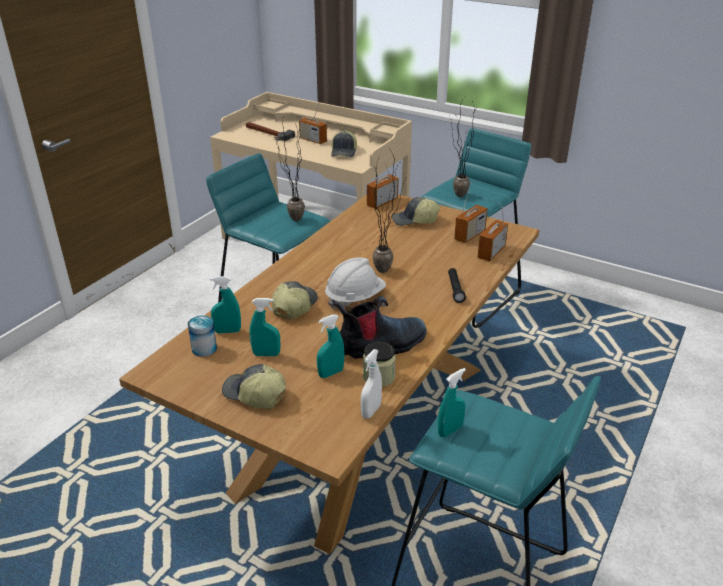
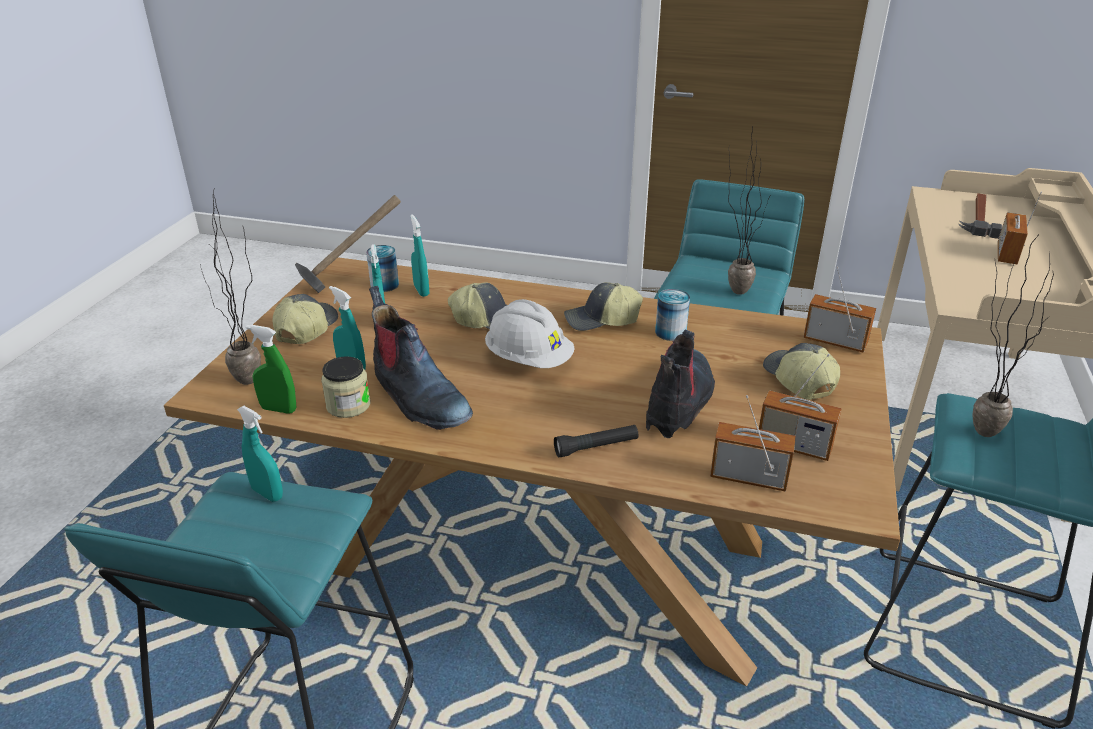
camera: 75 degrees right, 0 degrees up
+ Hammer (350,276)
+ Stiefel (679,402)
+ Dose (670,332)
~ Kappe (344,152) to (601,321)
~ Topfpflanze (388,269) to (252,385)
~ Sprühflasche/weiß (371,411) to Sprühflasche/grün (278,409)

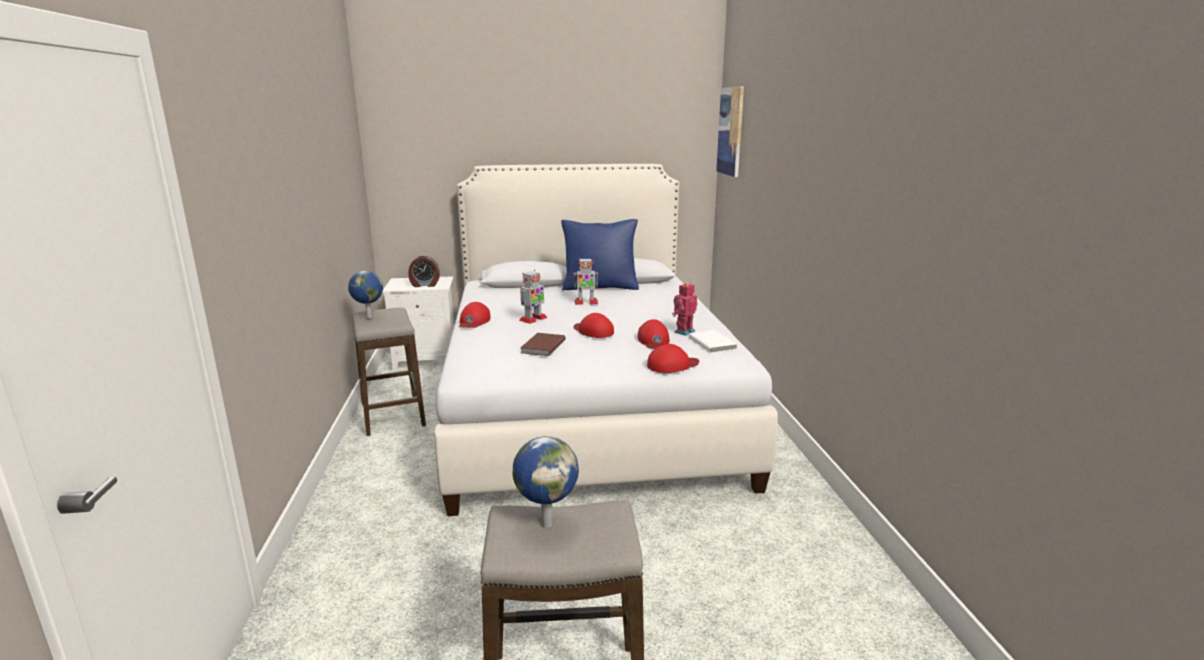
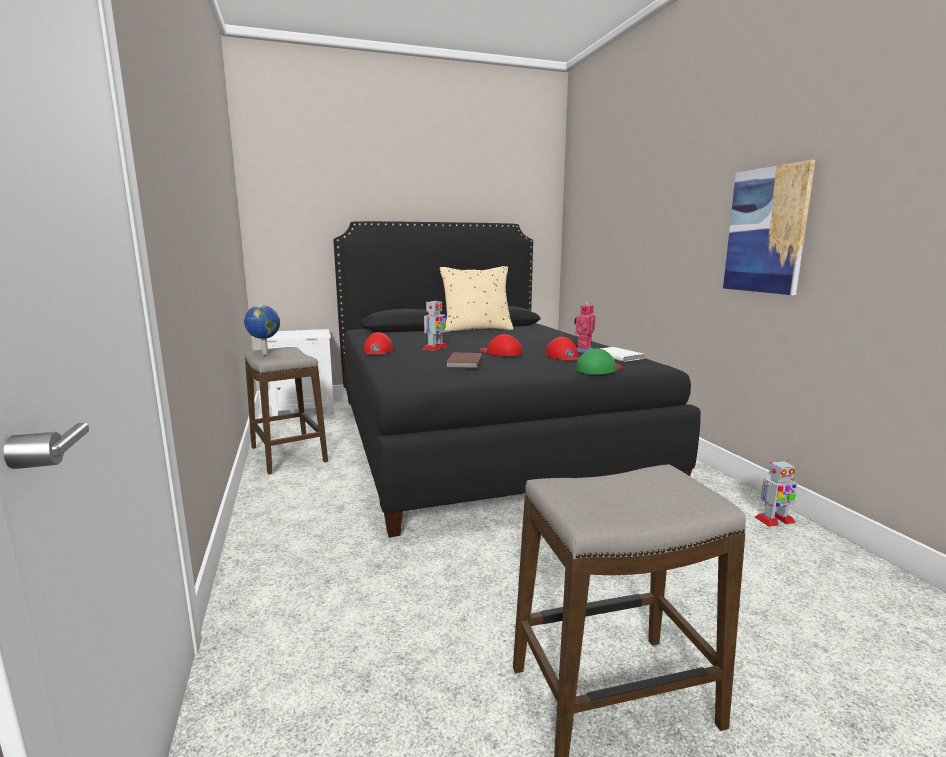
camera: 10 degrees left, 5 degrees down
- Wecker (425,285)
- Globus (547,523)
~ Spielzeugroboter (586,302) to (774,520)
~ Bild (731,131) to (766,230)
~ Bett/weiß (586,406) to Bett/schwarz (478,436)
~ Kissen/blau (600,287) to Kissen/beige (476,329)
~ Kappe/rot (672,365) to Kappe/grün (599,369)

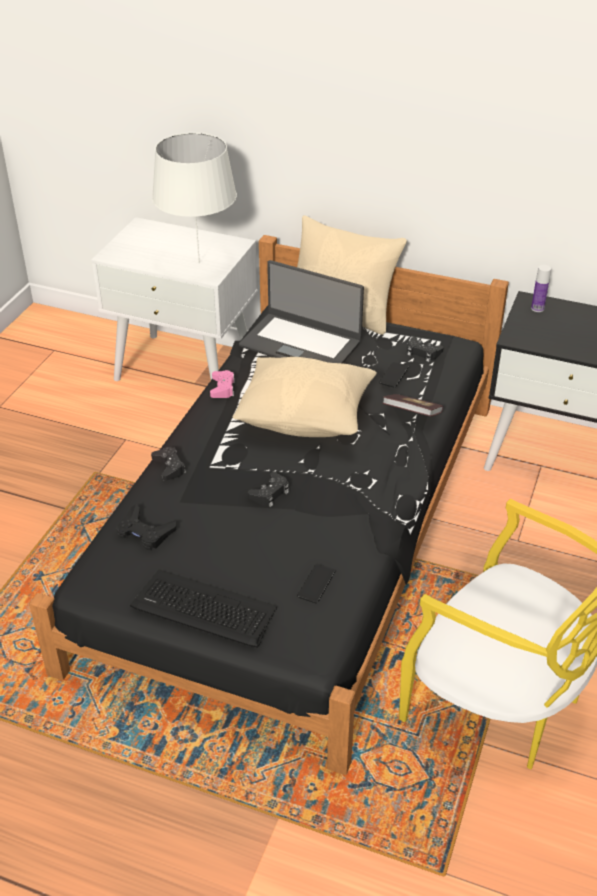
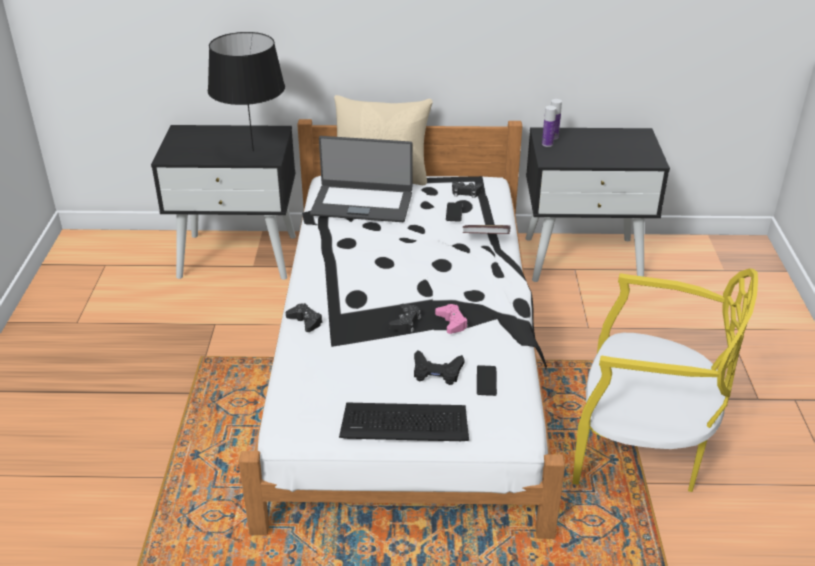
camera: 20 degrees left, 5 degrees down
- Kissen/beige (305,420)
+ Flasche (547,144)
~ Gamepad/schwarz (145,532) to (437,372)
~ Gamepad/rosa (222,388) to (452,322)
~ Bett/schwarz (298,525) to Bett/weiß (406,357)
~ Nachttisch/weiß (185,368) to Nachttisch/schwarz (238,256)
~ Tischlampe/weiß (199,263) to Tischlampe/schwarz (253,150)

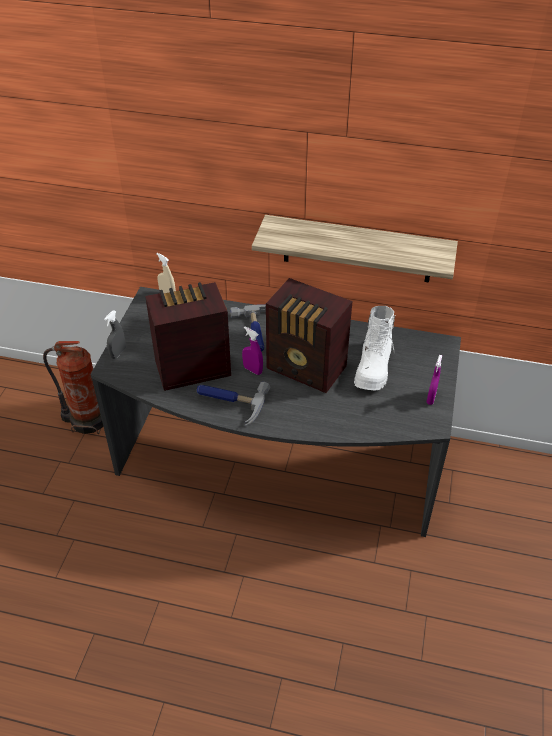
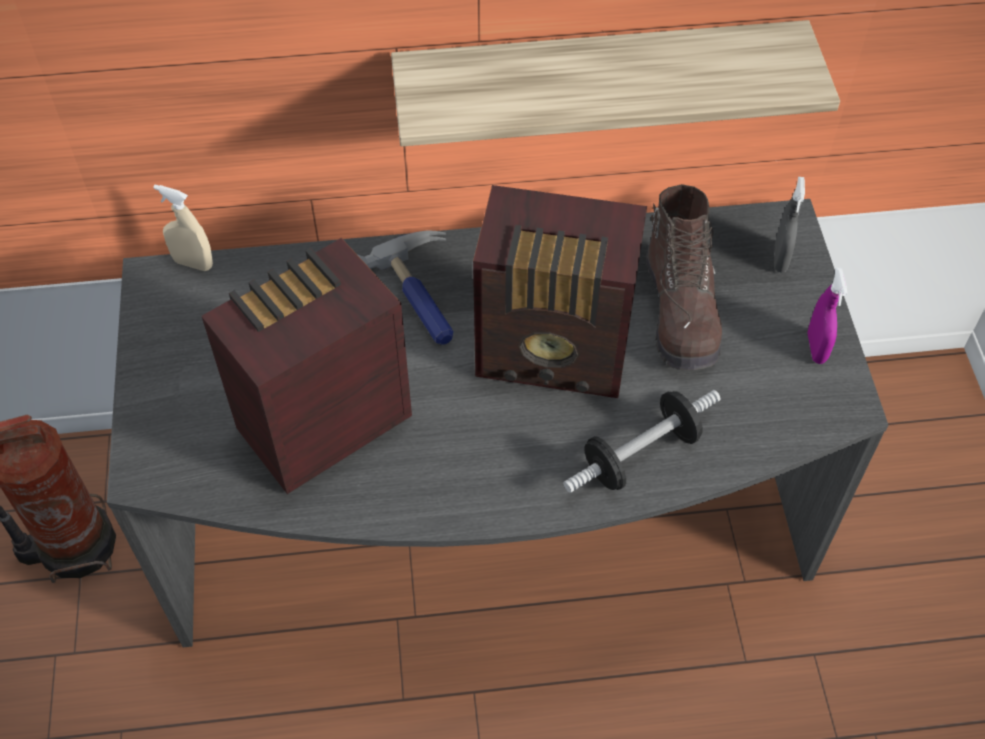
camera: 20 degrees left, 10 degrees up
- Hammer (229,402)
- Sprühflasche/lila (252,370)
+ Hantel (640,455)
~ Sprühflasche/grau (118,353) to (780,258)
~ Stiefel/weiß (374,367) to Stiefel/braun (681,312)

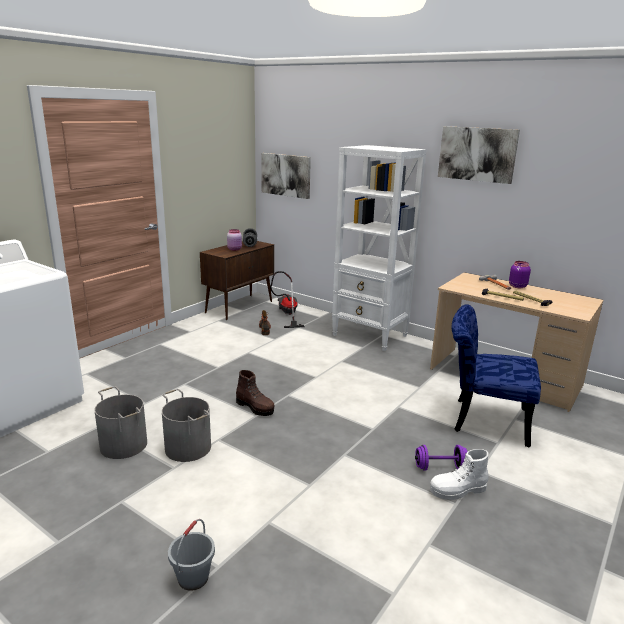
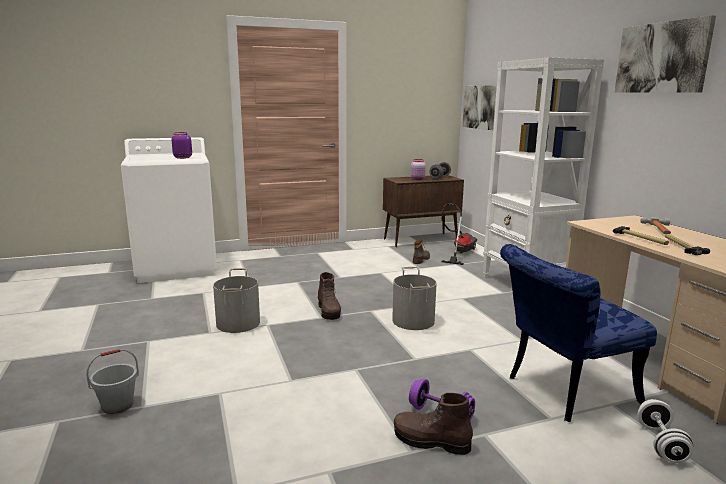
camera: 35 degrees right, 5 degrees down
+ Hantel/weiß (661,444)
~ Eimer/grau (124,444) to (414,320)
~ Vorratsglas/lila (517,286) to (182,157)
~ Stiefel/weiß (458,490) to Stiefel/braun (431,441)
~ Stuhl/blau (482,419) = (562,391) 75 degrees counterclockwise

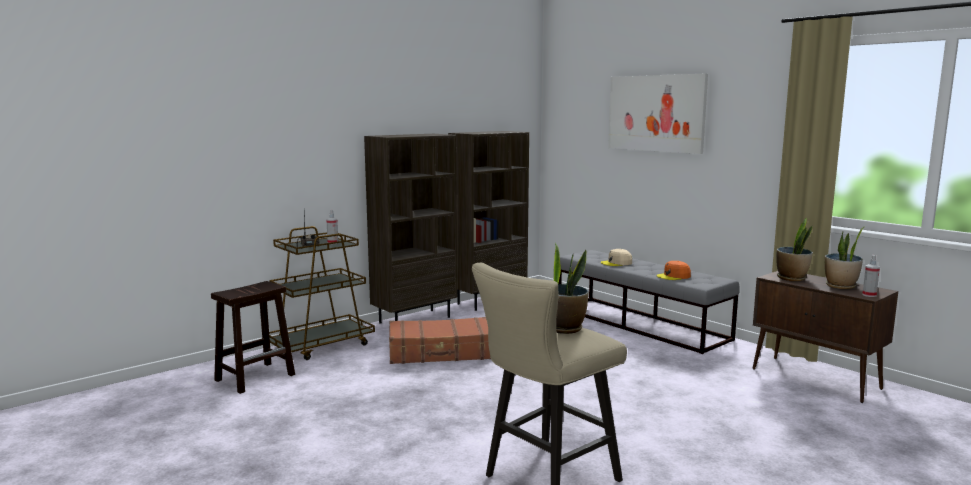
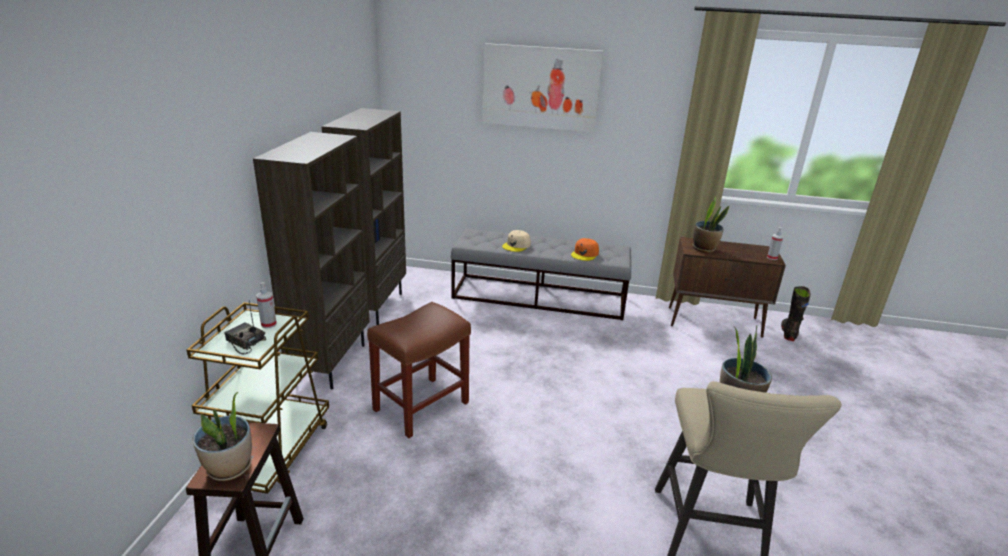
camera: 40 degrees left, 15 degrees up
+ Stiefel/schwarz (788,333)
~ Topfpflanze (840,286) to (229,468)
~ Koffer/braun (440,352) to Hocker/braun (422,405)

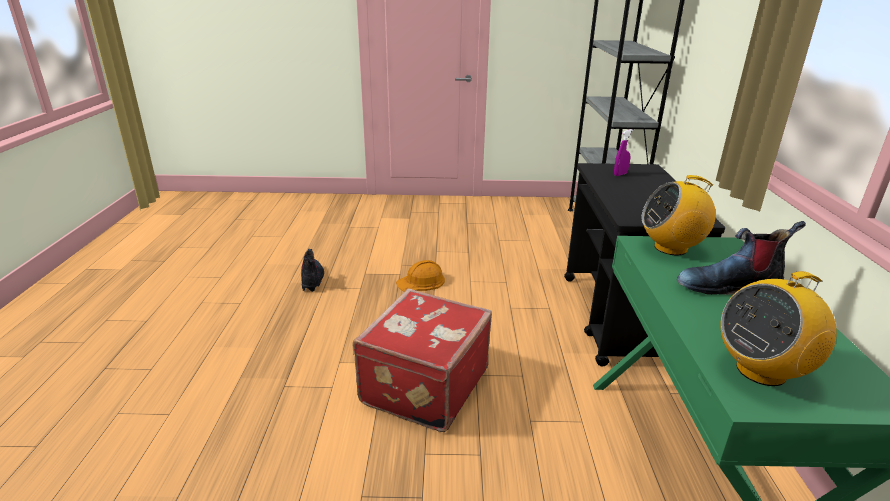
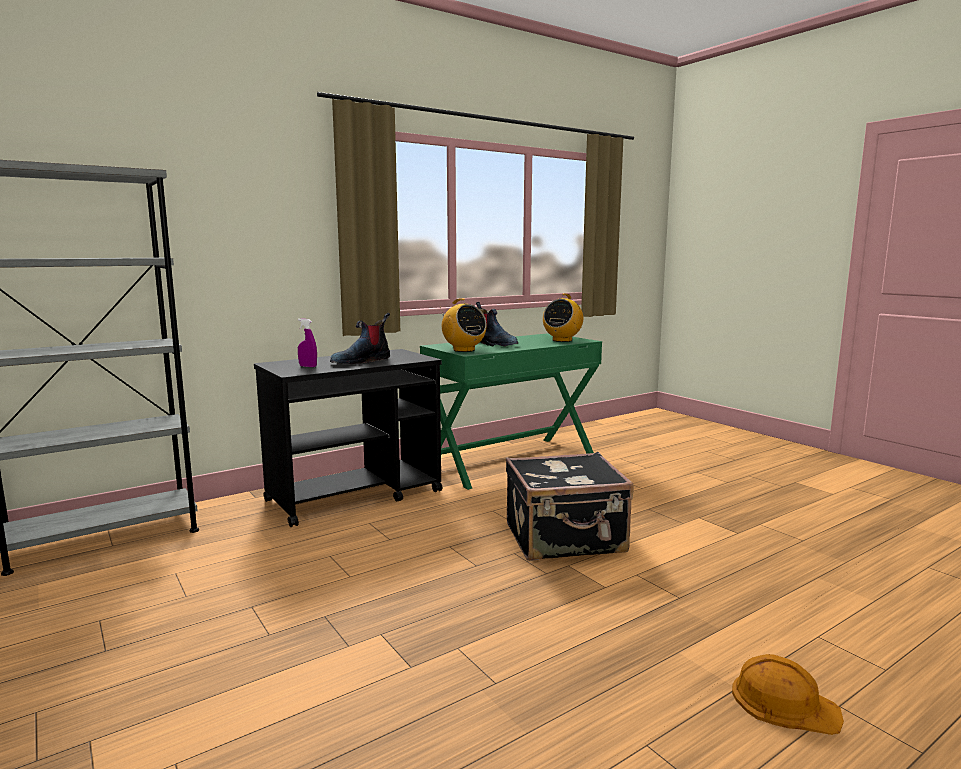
camera: 125 degrees left, 15 degrees down
~ Stiefel (312,279) to (361,361)
~ Schutzhelm/orange (421,282) to (784,702)
~ Koffer/rot (422,385) to Koffer/schwarz (565,539)
~ Radio (761,370) = (562,340) 90 degrees clockwise

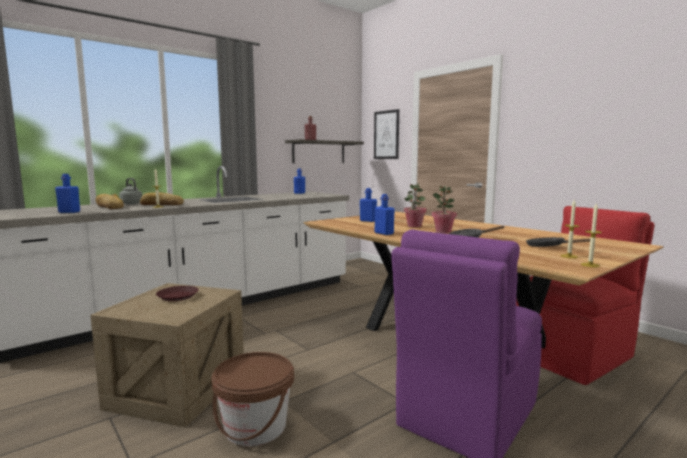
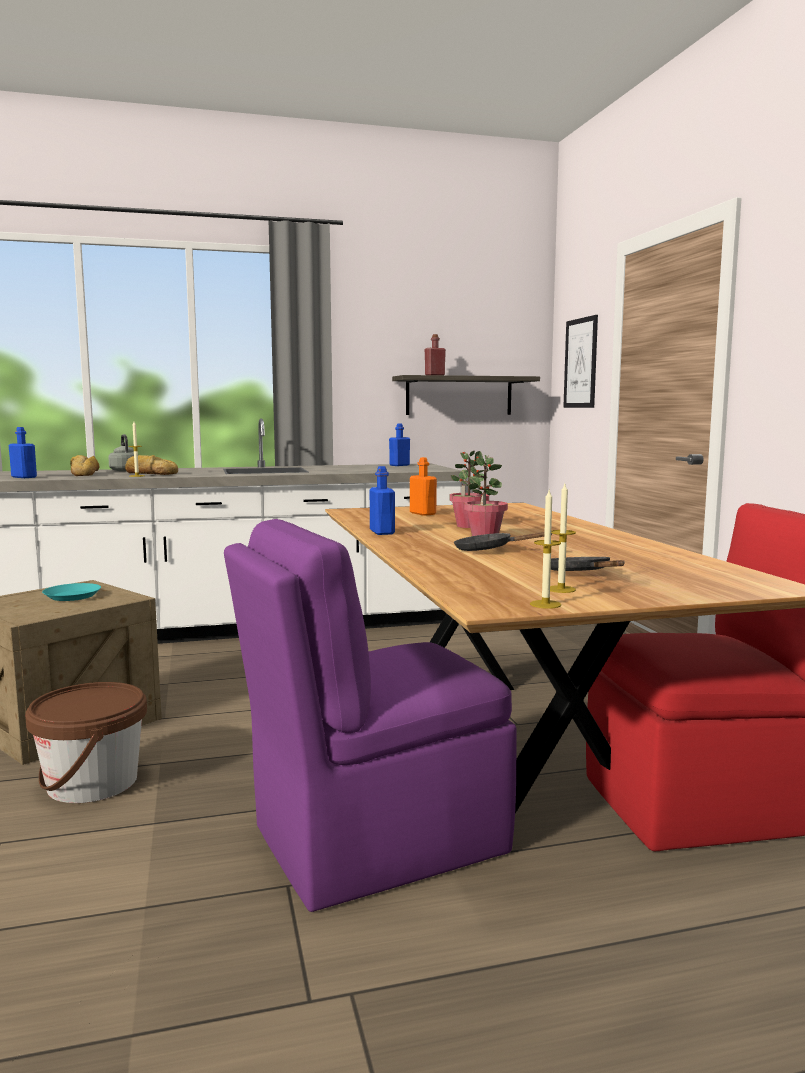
camera: 25 degrees right, 0 degrees up
~ Teller/braun (178,296) to Teller/türkis (72,596)
~ Flasche/blau (368,221) to Flasche/orange (423,513)

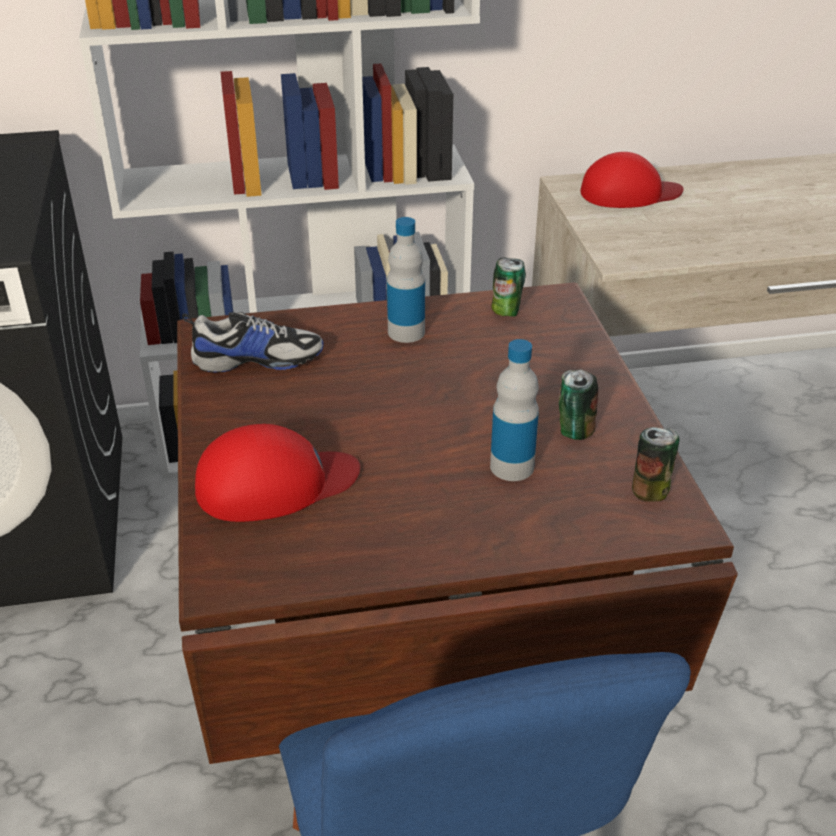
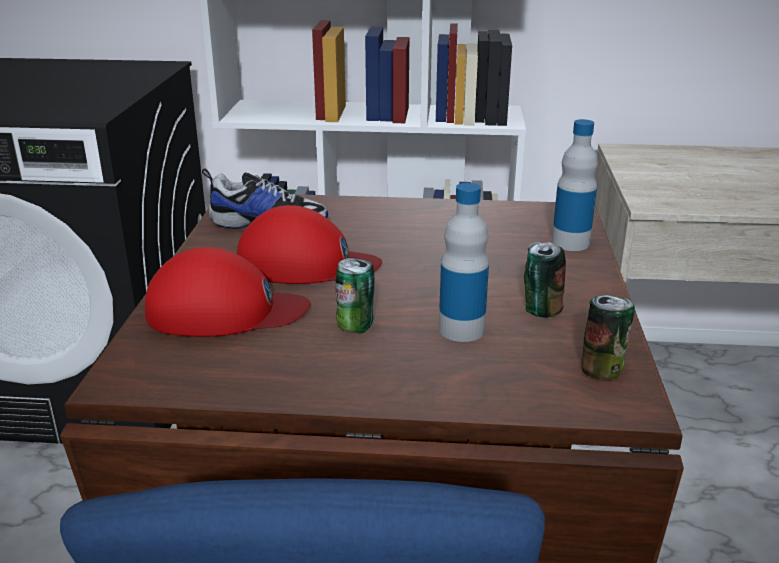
camera: 15 degrees right, 10 degrees down
~ Flasche (406,332) to (570,243)
~ Dose (506,311) to (355,326)
~ Kappe/rot (629,193) to (306,264)

